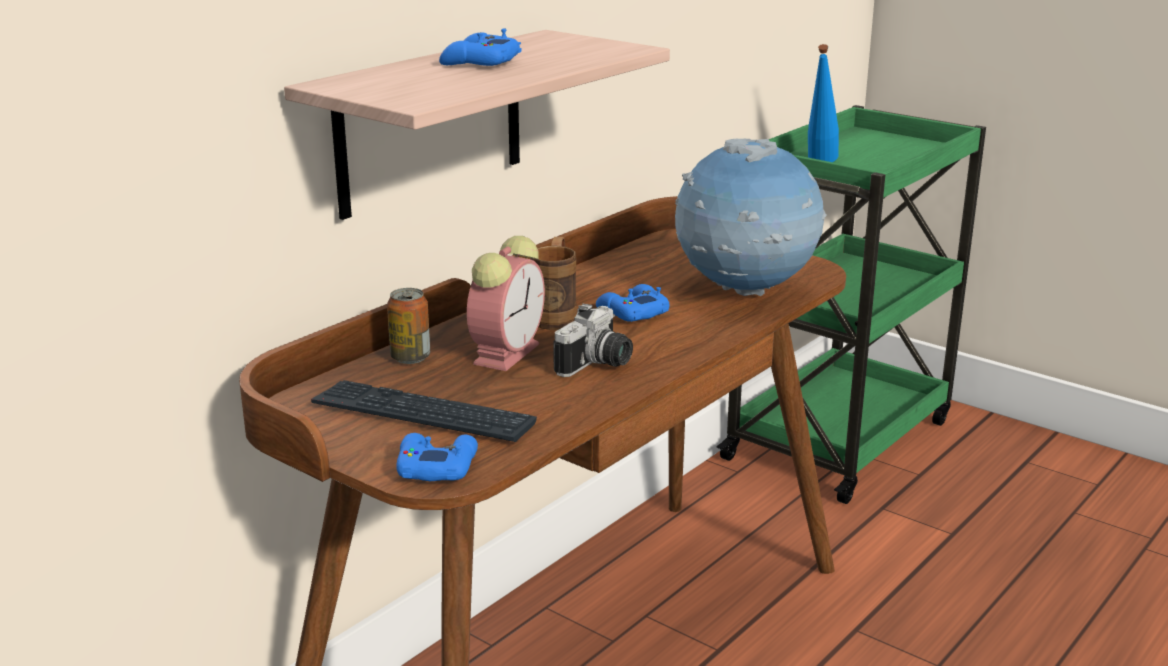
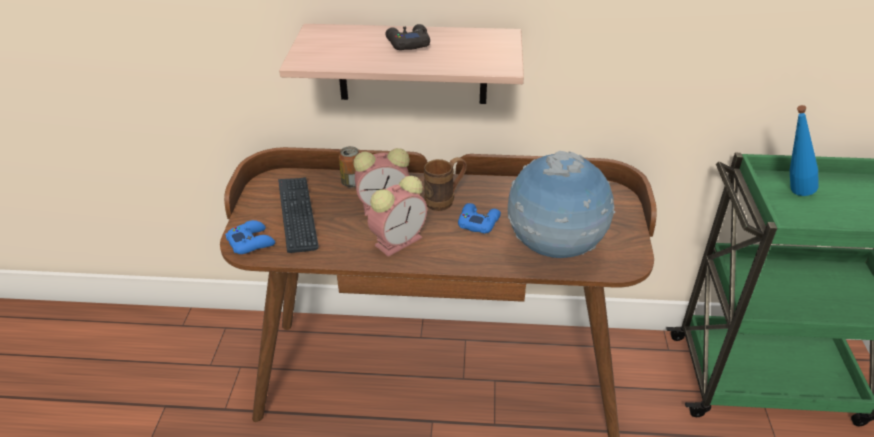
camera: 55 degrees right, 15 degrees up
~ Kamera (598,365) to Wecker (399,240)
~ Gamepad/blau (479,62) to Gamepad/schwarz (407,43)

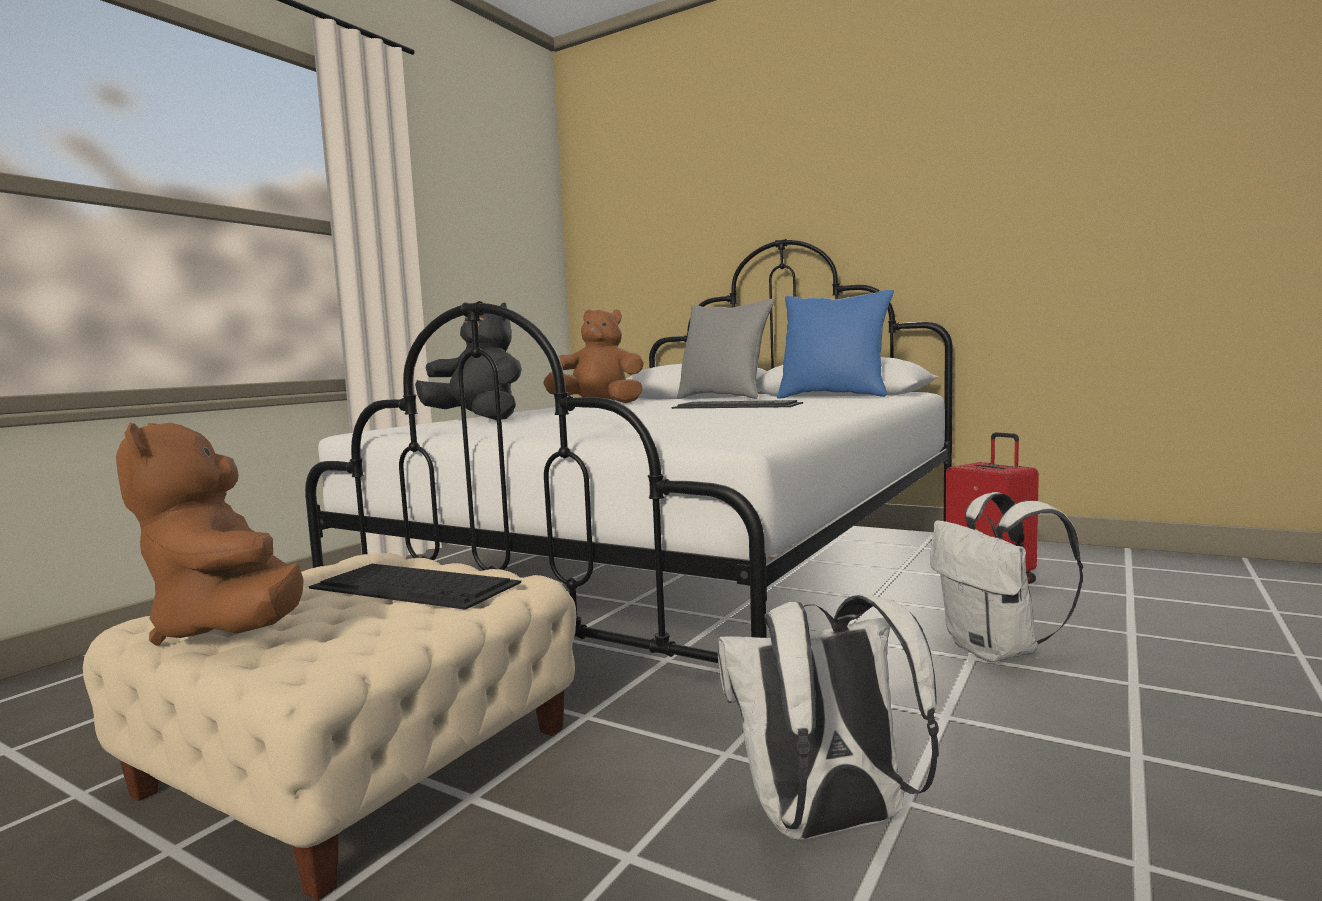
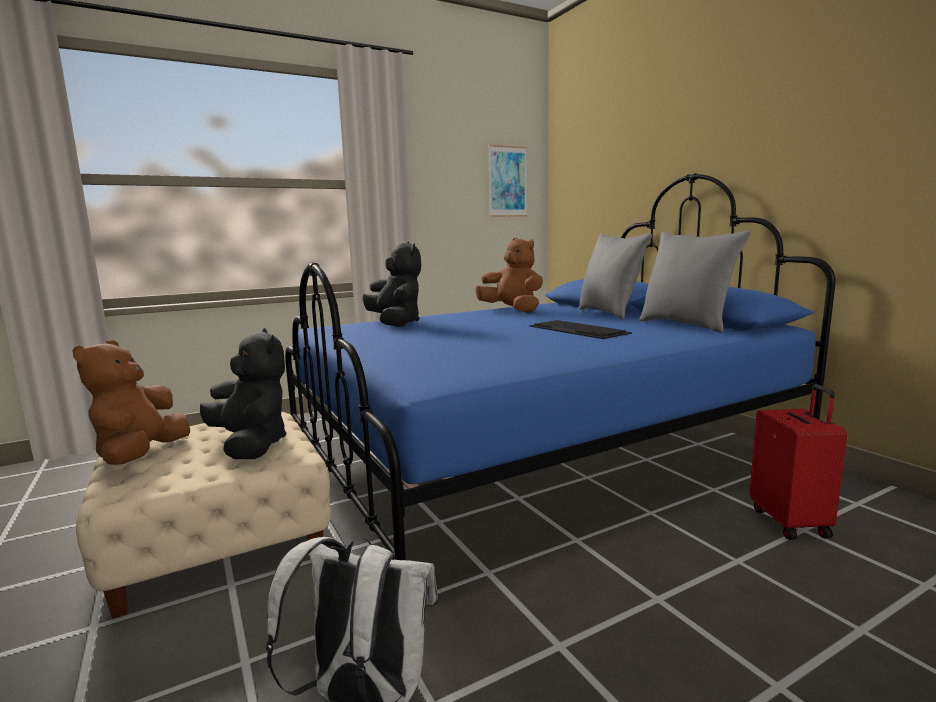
camera: 30 degrees right, 5 degrees up
- Rucksack/weiß (996,651)
+ Bild (507,181)
~ Tastatur (416,585) to Plüschtier/schwarz (251,445)
~ Bett/weiß (688,578) to Bett/blau (537,455)
~ Kissen/blau (834,396) to Kissen/grau (686,325)

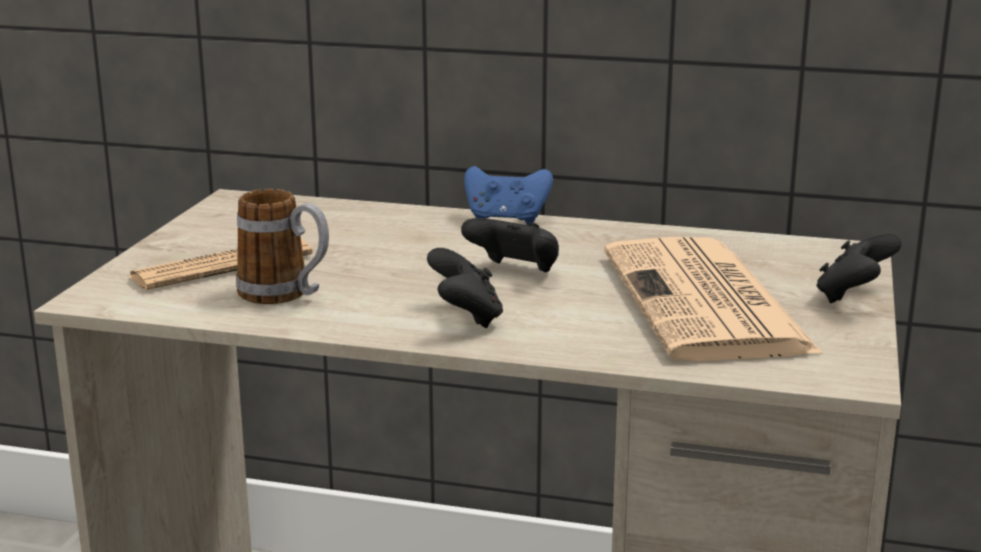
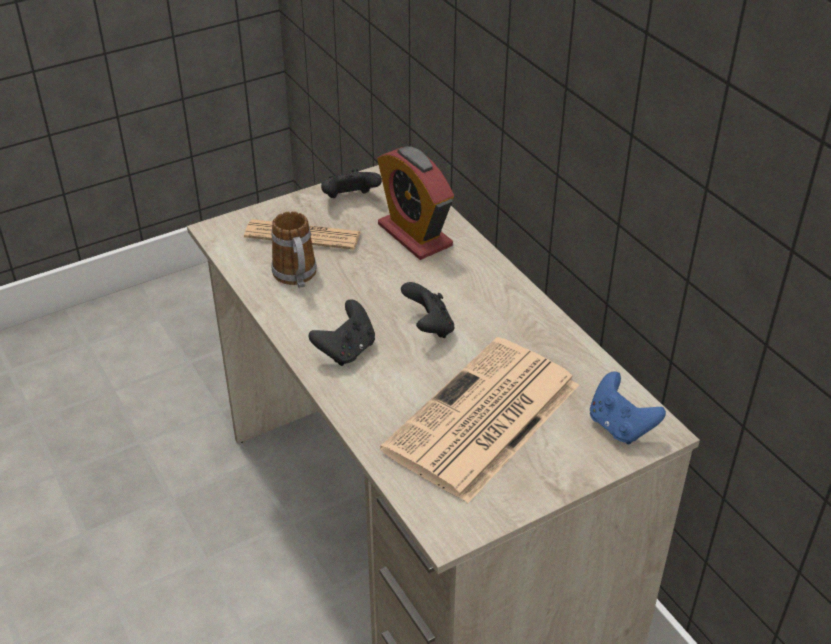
camera: 45 degrees right, 20 degrees up
+ Wecker (414,235)
~ Gamepad/blau (506,220) to (620,426)
~ Gamepad/schwarz (853,296) to (350,200)

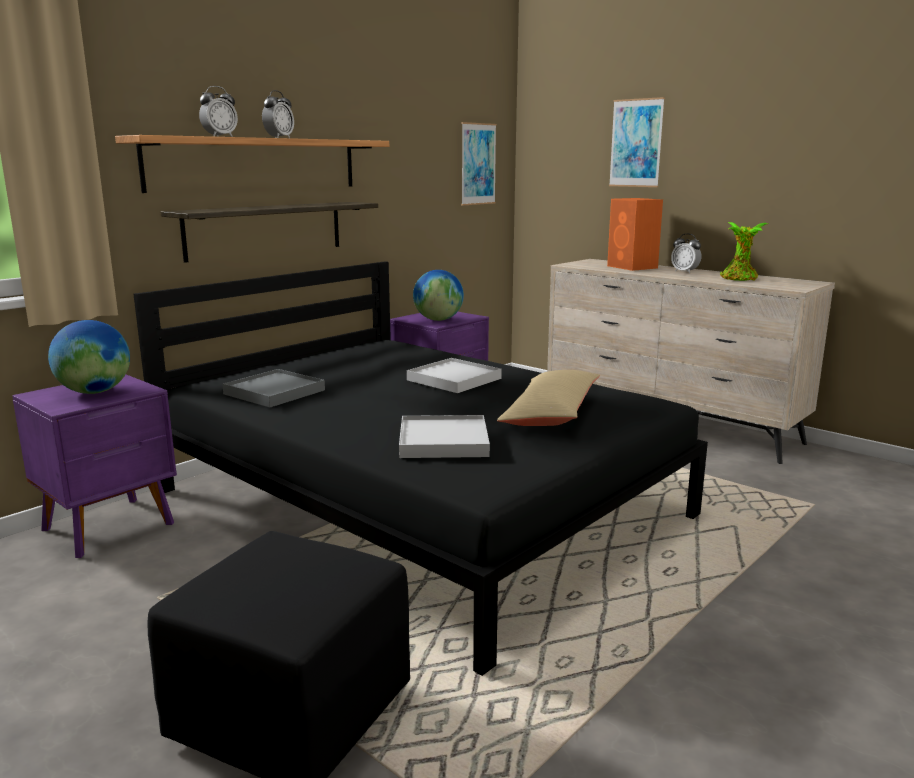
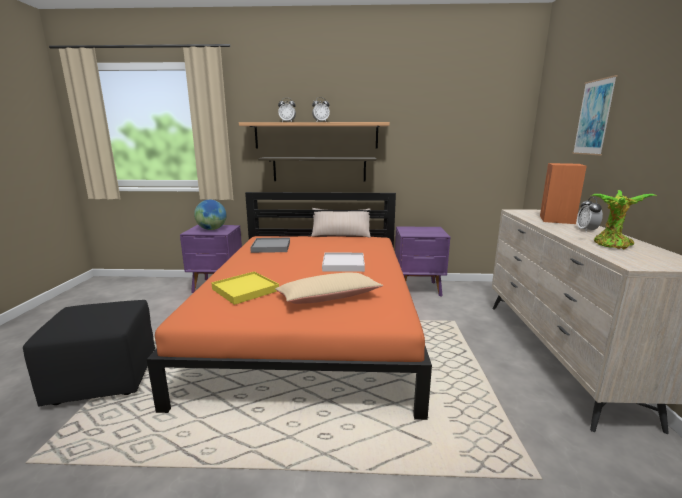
camera: 50 degrees right, 0 degrees up
- Globus (438,320)
- Bild (478,164)
+ Kissen/beige (341,235)
~ Bett/schwarz (420,502) to Bett/orange (312,326)
~ Tablett/weiß (443,441) to Tablett/gelb (245,290)

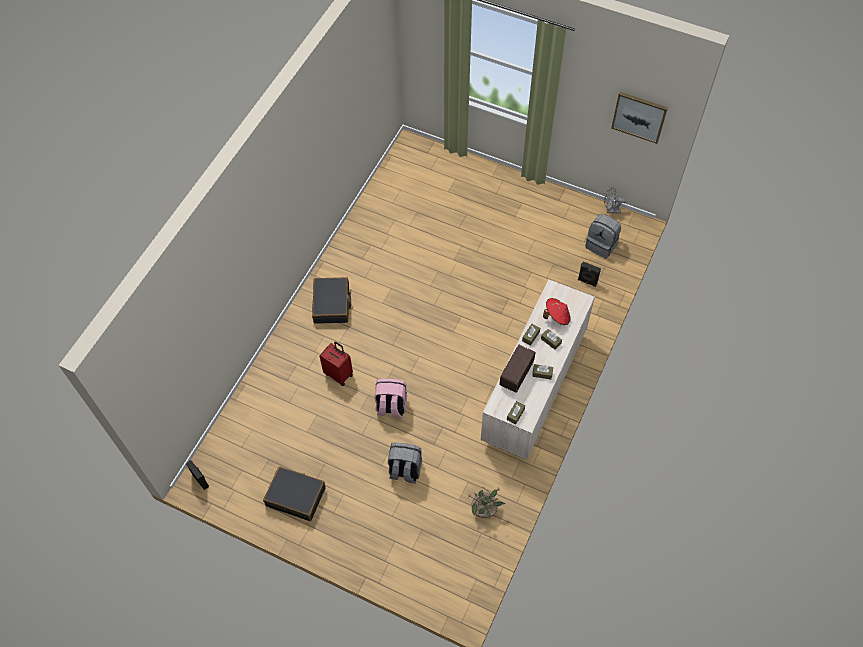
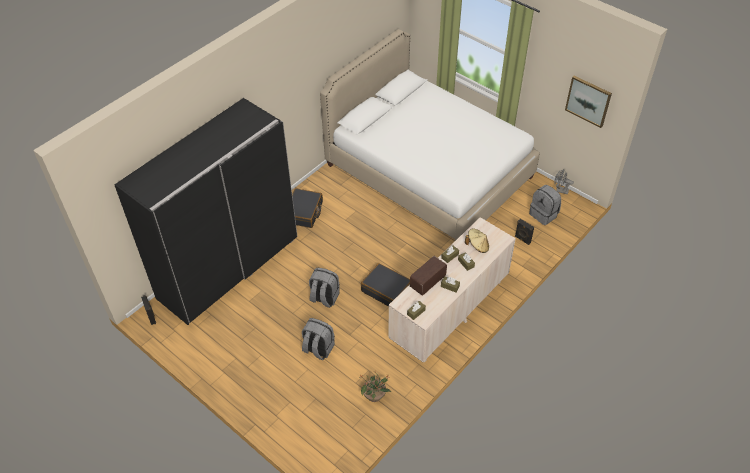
camera: 15 degrees right, 10 degrees down
- Koffer/rot (339,374)
+ Kleiderschrank/schwarz (228,267)
+ Bett/weiß (429,171)
~ Koffer/schwarz (296,496) to (386,290)
~ Rucksack/rosa (391,407) to Rucksack/grau (324,298)
~ Hut/rot (557,316) to Hut/beige (477,246)

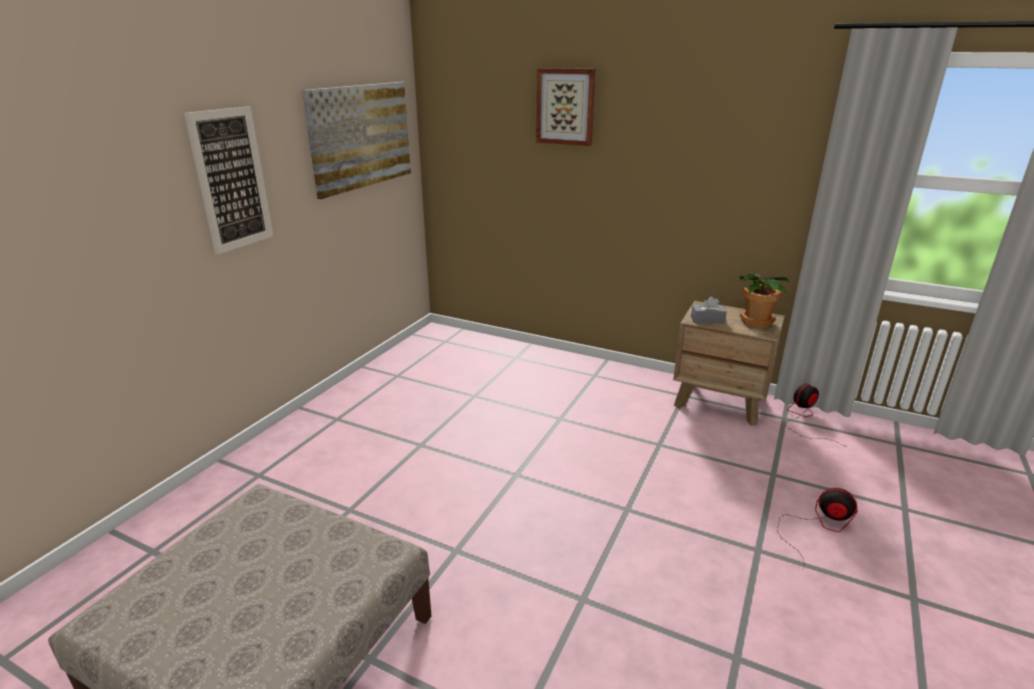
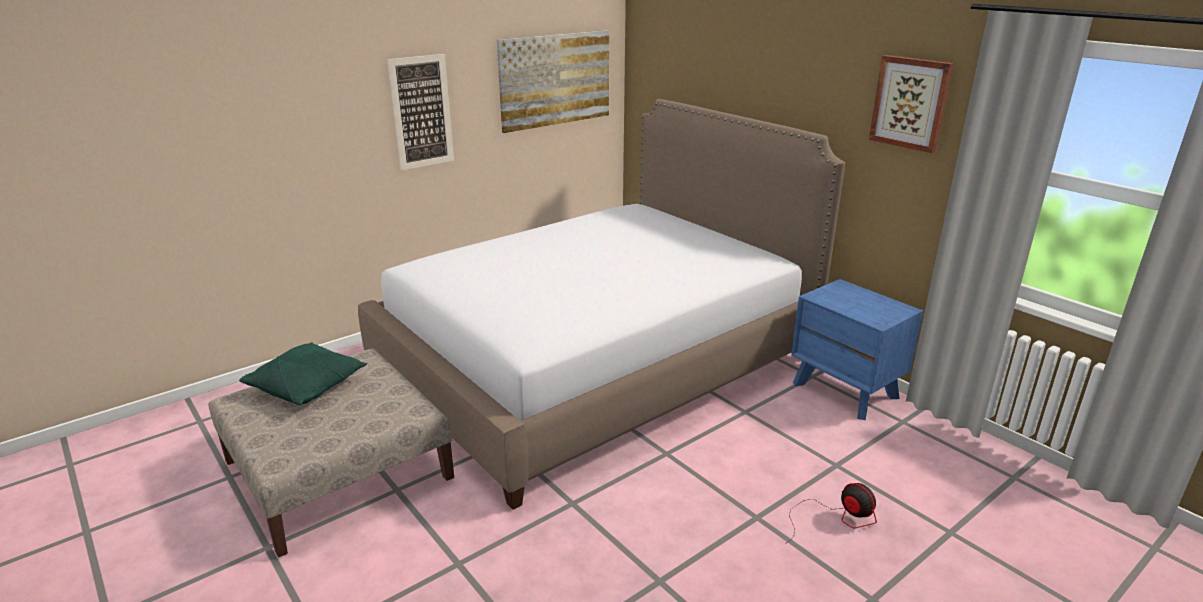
camera: 25 degrees right, 0 degrees up
- Taschentuchbox/grau (707,320)
- Topfpflanze (756,321)
- Ventilator (804,419)
+ Kissen/grün (307,386)
+ Bett (597,364)
~ Bild (565,106) to (910,103)
~ Nachttisch/braun (720,402) to Nachttisch/blau (845,390)

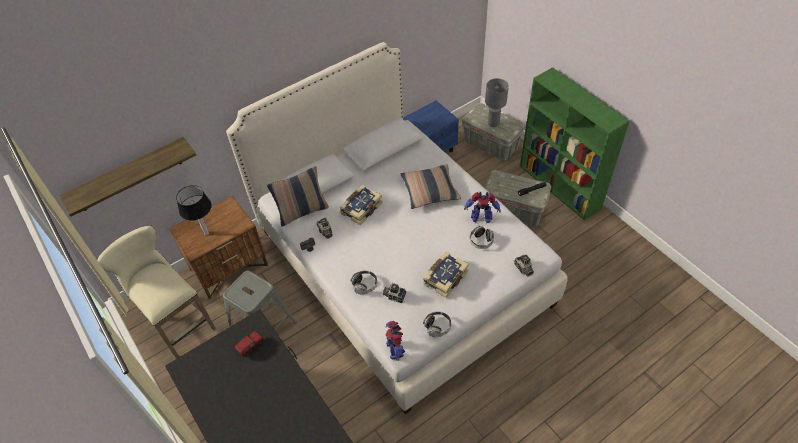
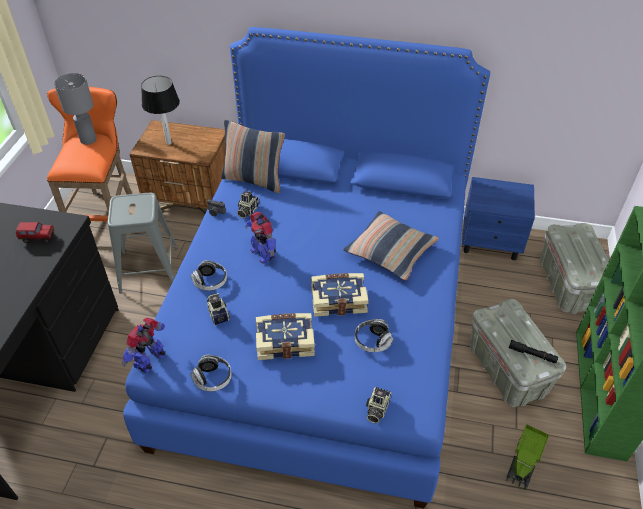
camera: 45 degrees right, 5 degrees down
- Wandregal (128,175)
+ Spielzeuglaster (524,461)
~ Buch (361,208) to (338,299)
~ Spielzeugroboter (481,217) to (263,253)
~ Tischlampe/grau (493,123) to (88,140)
~ Hocker/beige (176,322) to Hocker/orange (105,211)
~ Bett/weiß (401,266) to Bett/blau (320,321)

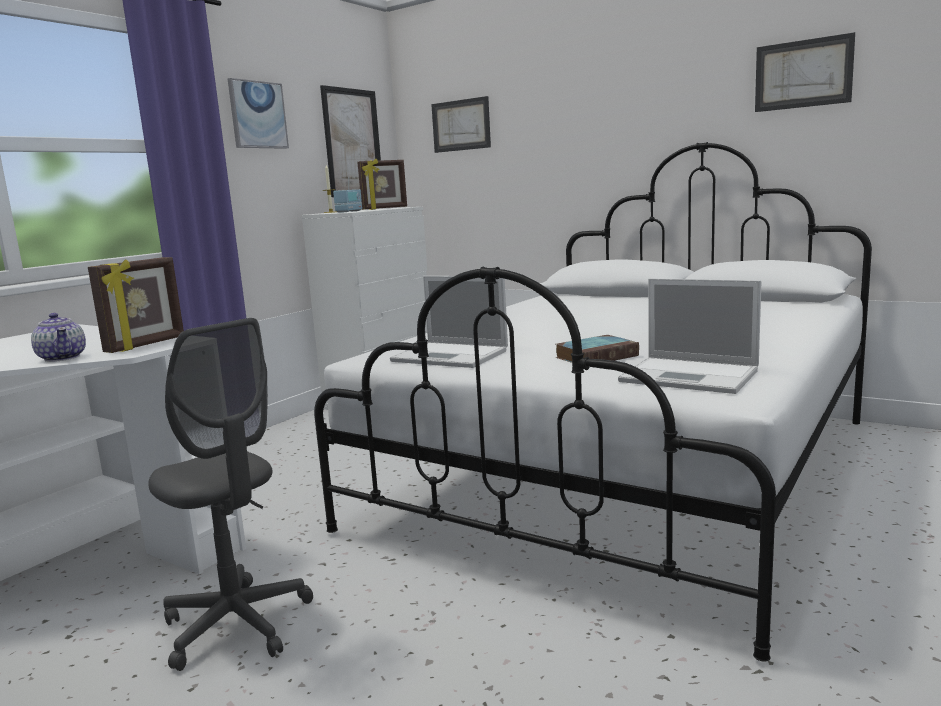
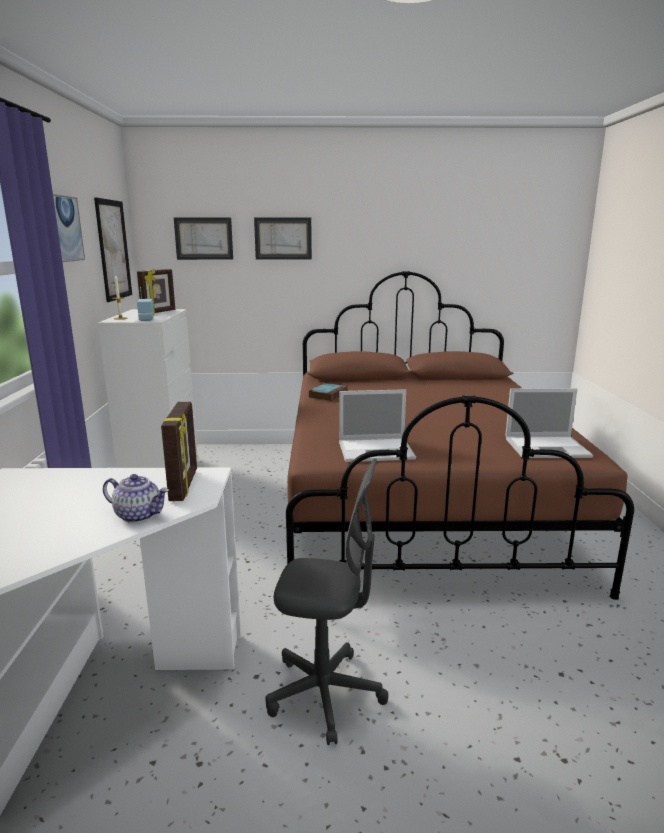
camera: 35 degrees left, 5 degrees up
~ Buch (597,356) to (328,395)
~ Bild (803,74) to (283,238)
~ Bett/weiß (630,471) to Bett/braun (420,502)

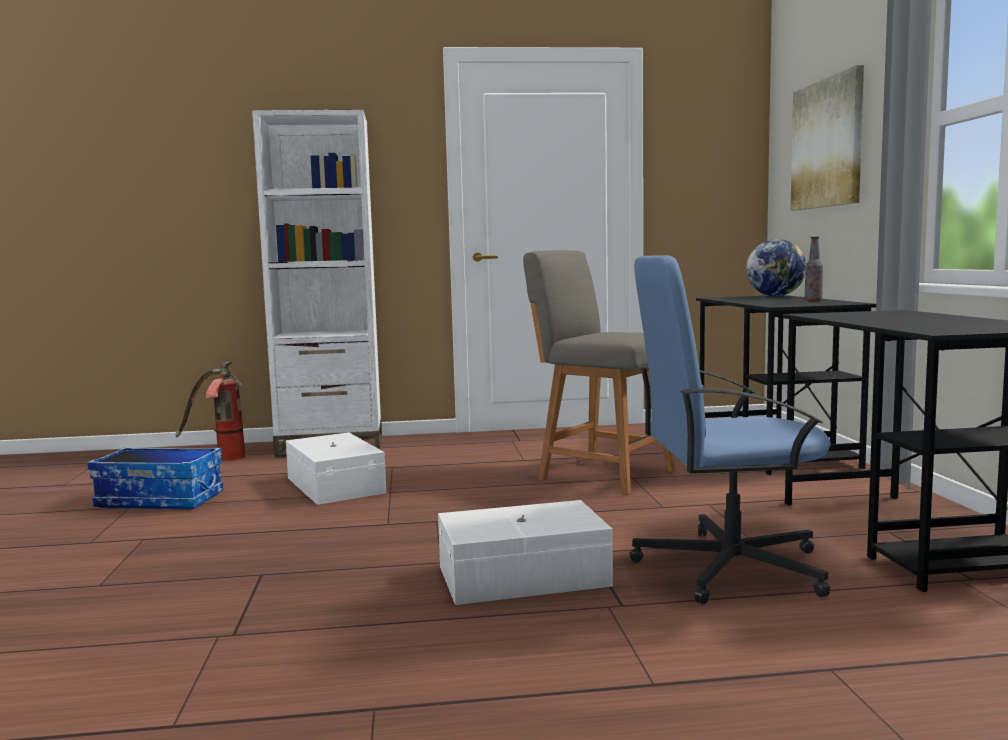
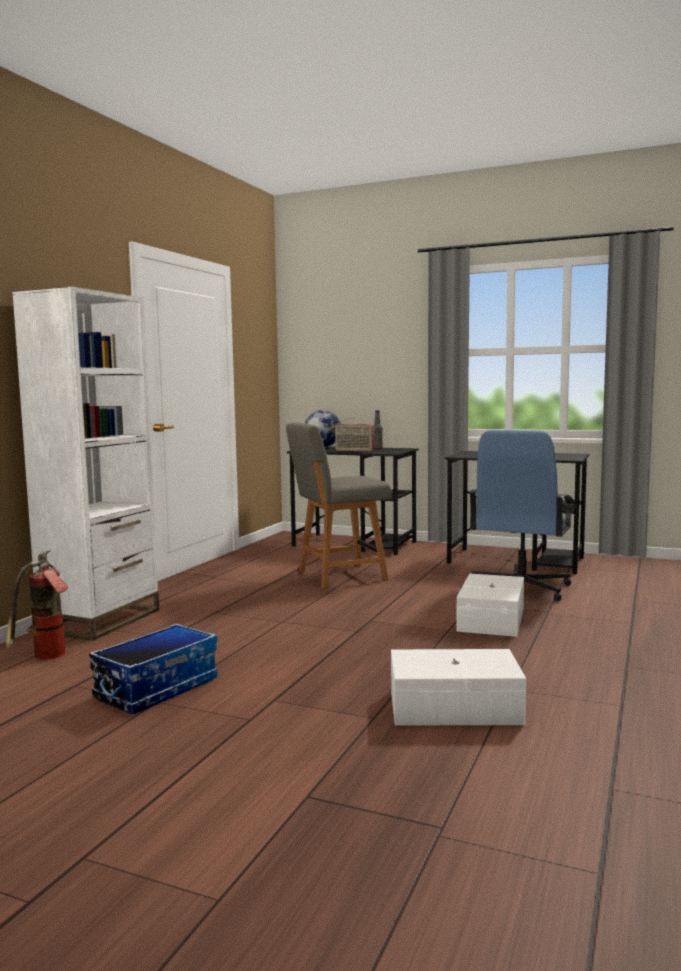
camera: 60 degrees left, 0 degrees up
- Bild (827,144)
+ Radio (354,450)
~ Aufbewahrungsbox/weiß (336,485) to (453,706)

